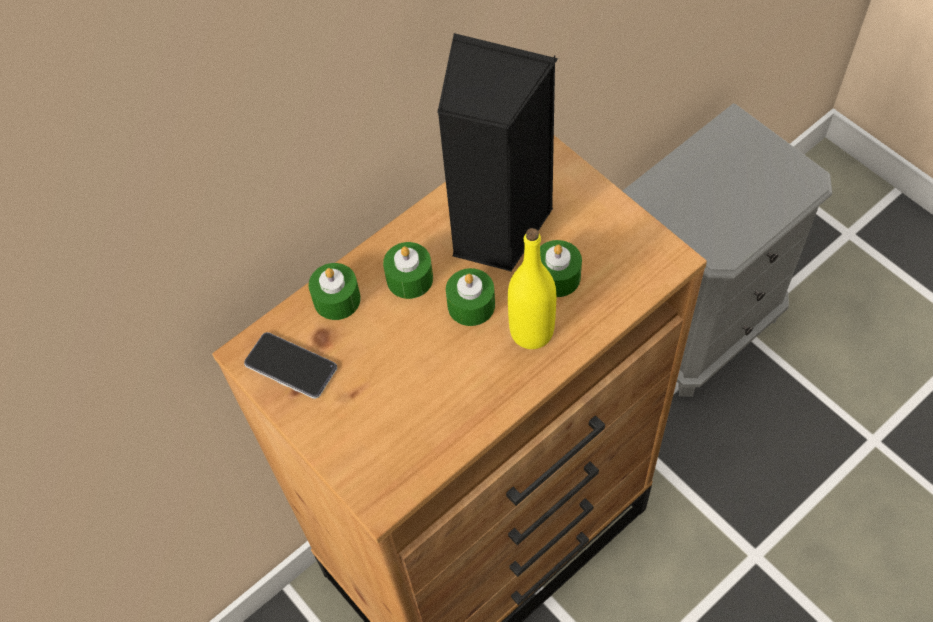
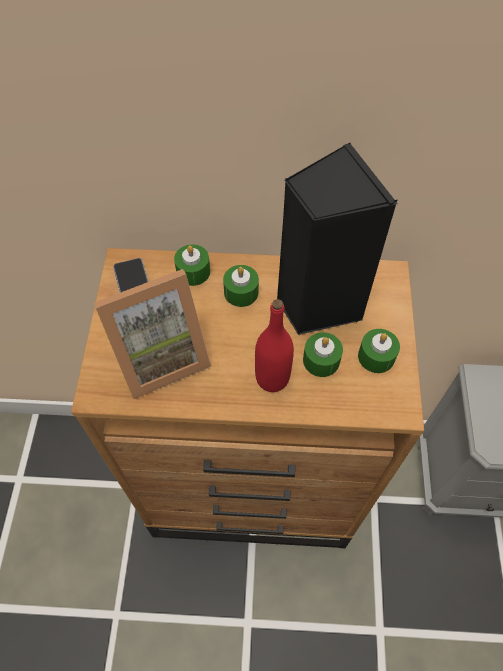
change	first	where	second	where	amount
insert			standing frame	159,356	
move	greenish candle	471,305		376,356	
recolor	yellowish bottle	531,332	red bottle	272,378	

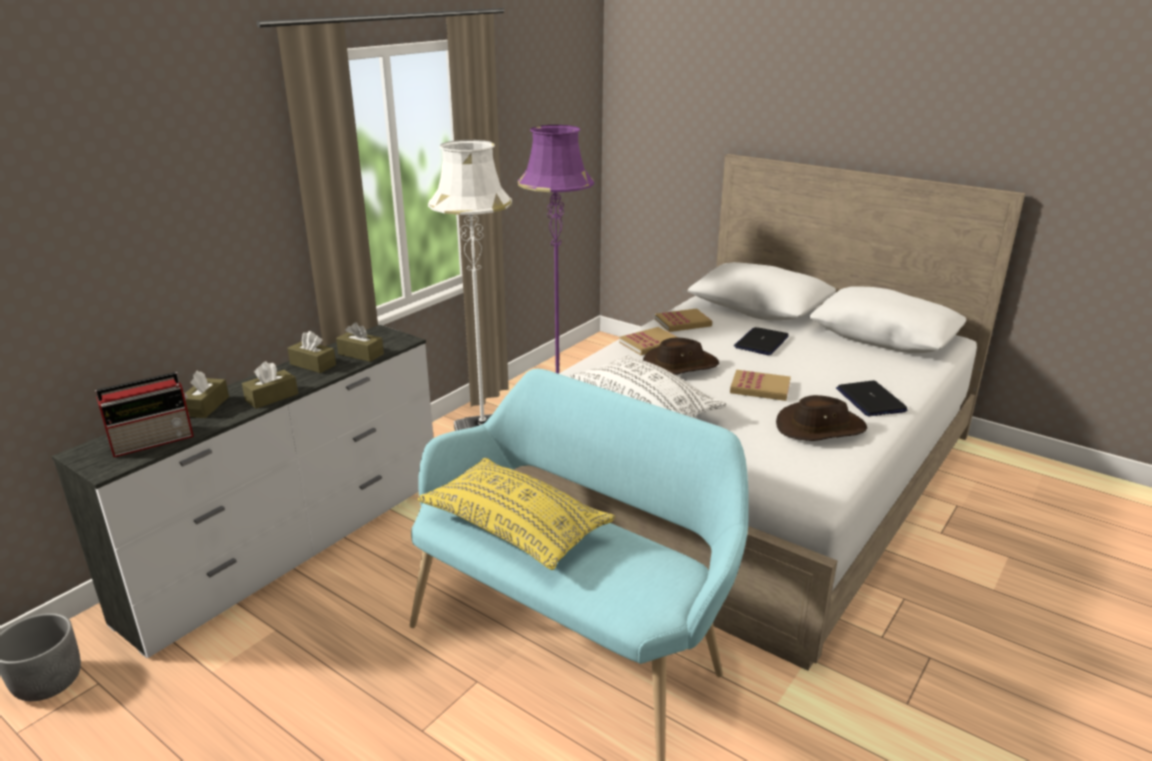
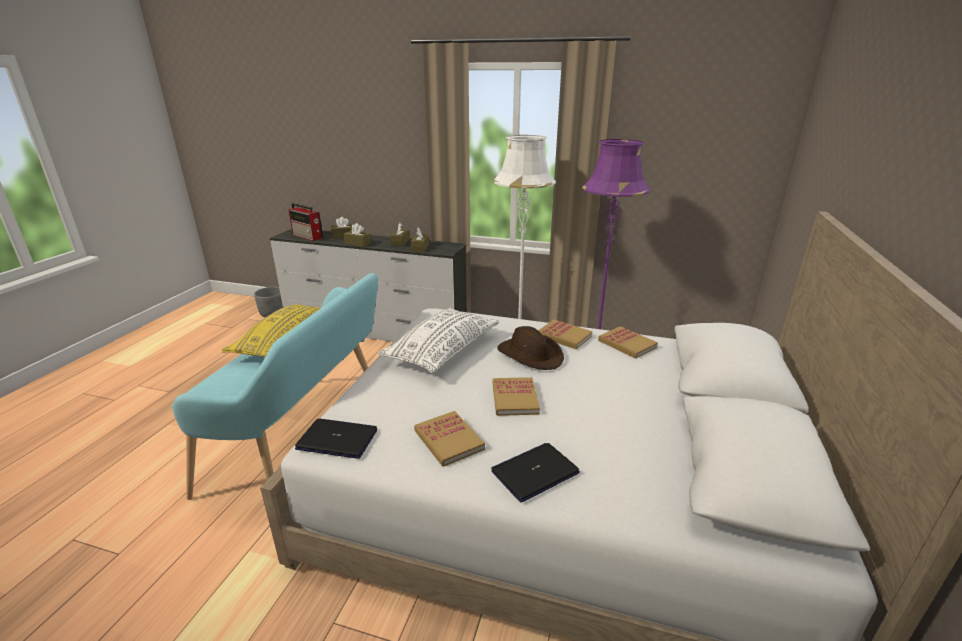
change	first	where	second	where	amount
move	laptop	761,342		338,439	
replace	brown wearable hat	820,428	bound book	448,440	

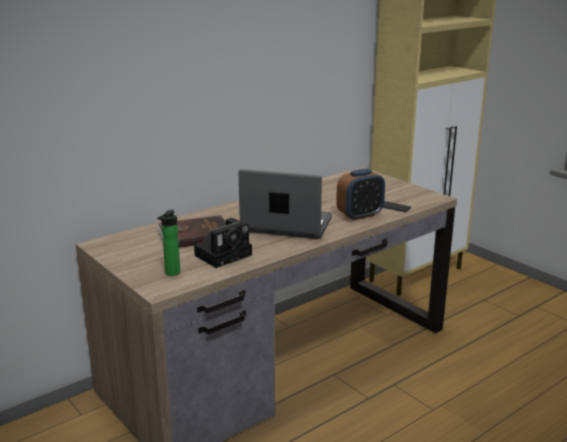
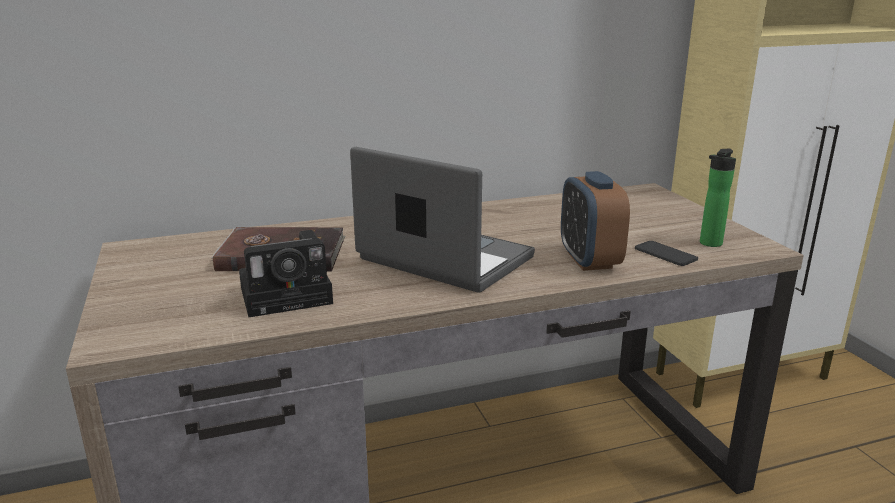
change	first	where	second	where	amount
move	bottle	171,273		709,244	
rotate	table clock	360,215		589,260	90 degrees clockwise

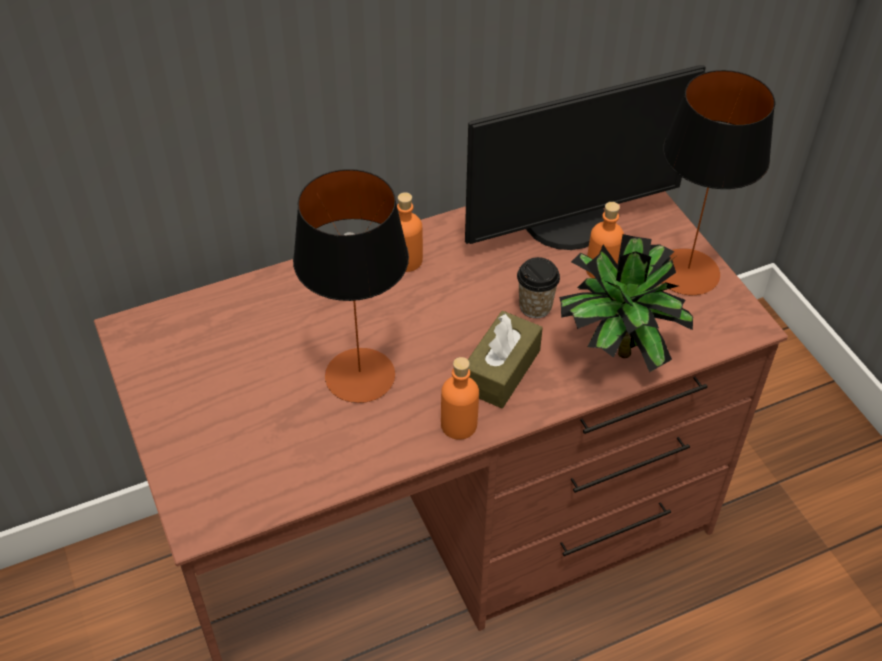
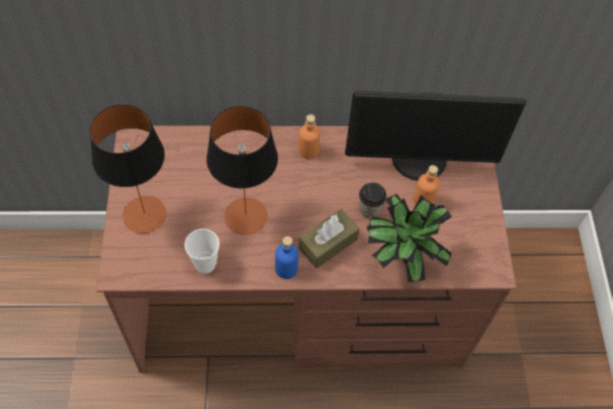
change	first	where	second	where	amount
insert			drinking cup	205,264	
move	lamp for a table	687,272		145,214	
recolor	orange bottle	459,425	blue-coloured bottle	286,269	

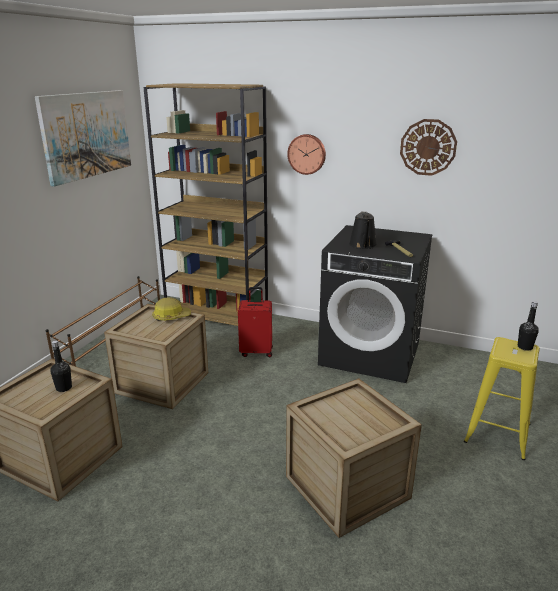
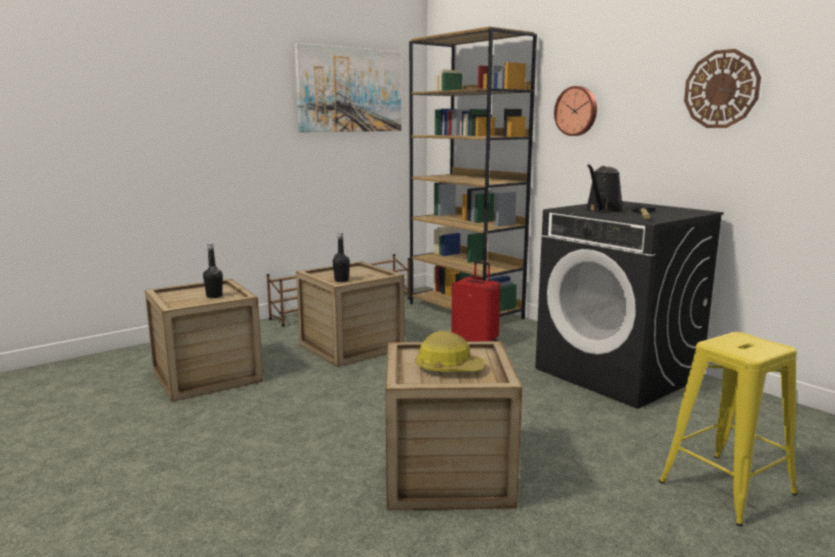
change	first	where	second	where	amount
move	work helmet	171,317		448,368	
move	blackish bottle	524,347		341,280	

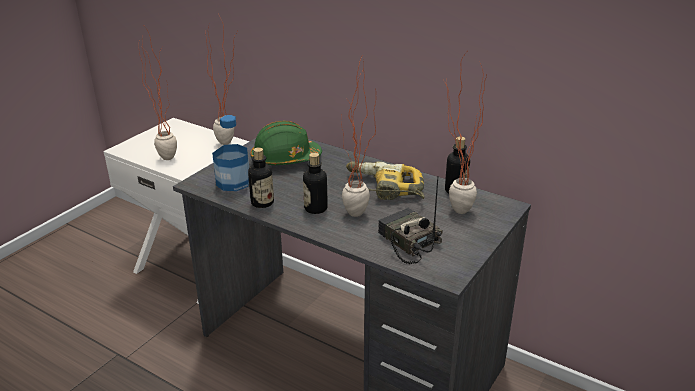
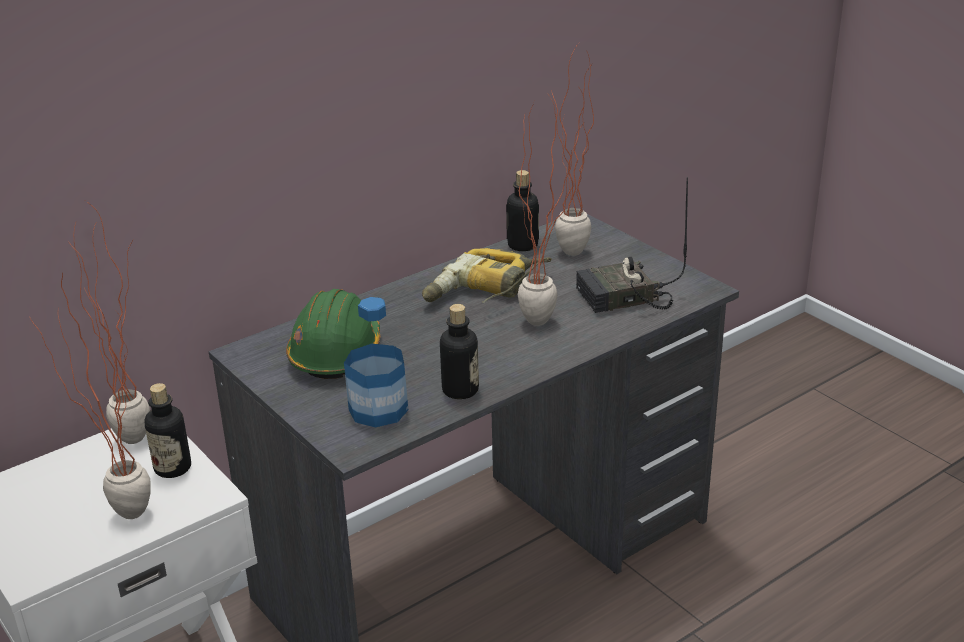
change	first	where	second	where	amount
move	bottle	315,208		172,468	

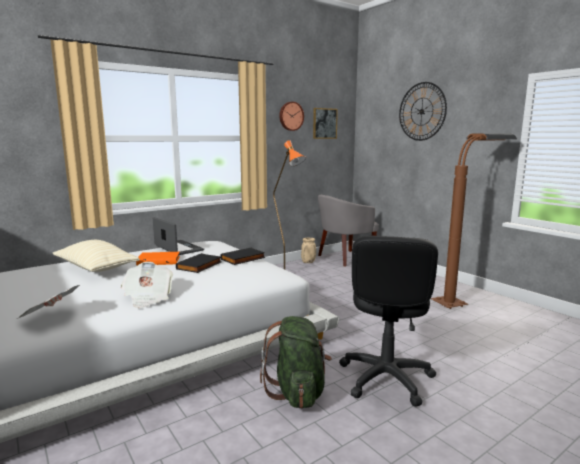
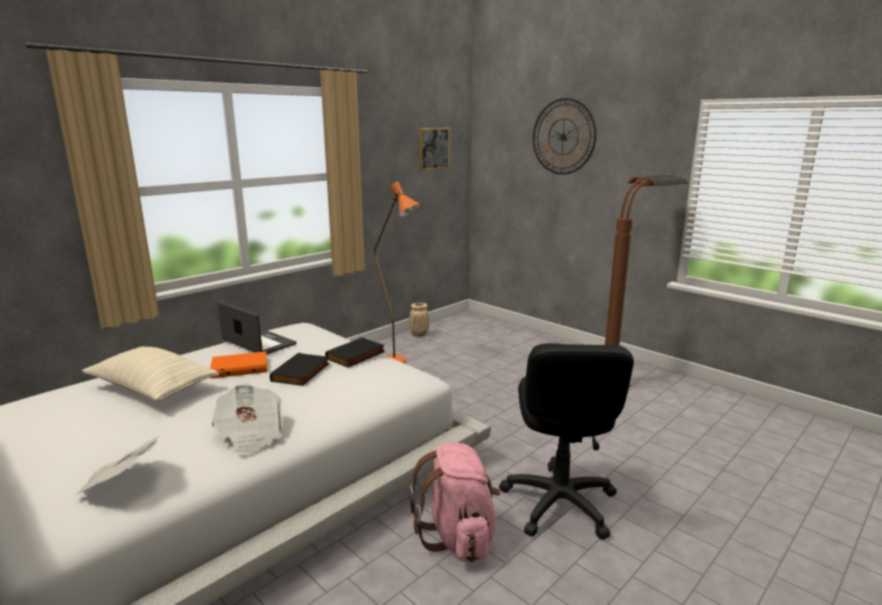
change	first	where	second	where	amount
delete	hanging clock	290,116			
delete	greyish armchair	344,258			
recolor	greenish backpack	297,392	pink-coloured backpack	458,536	

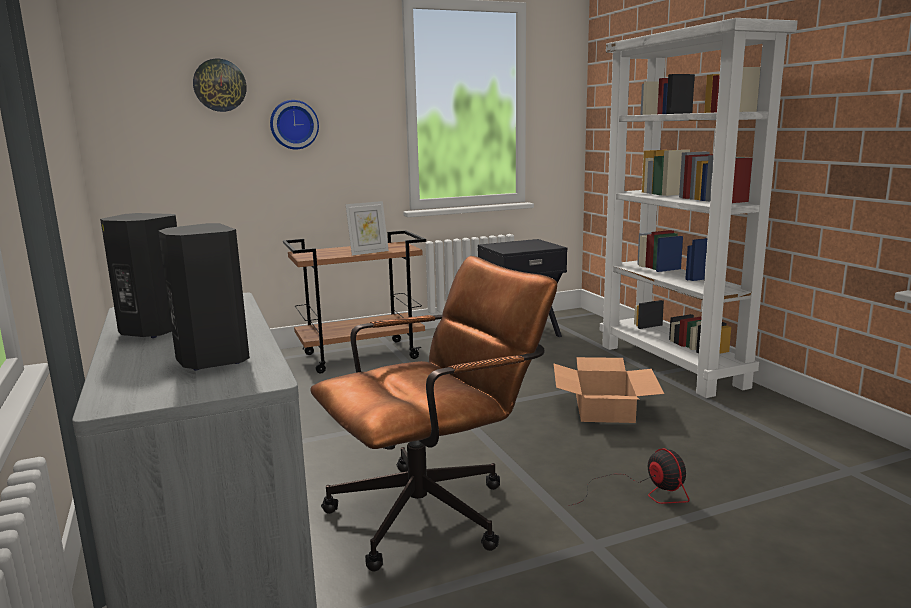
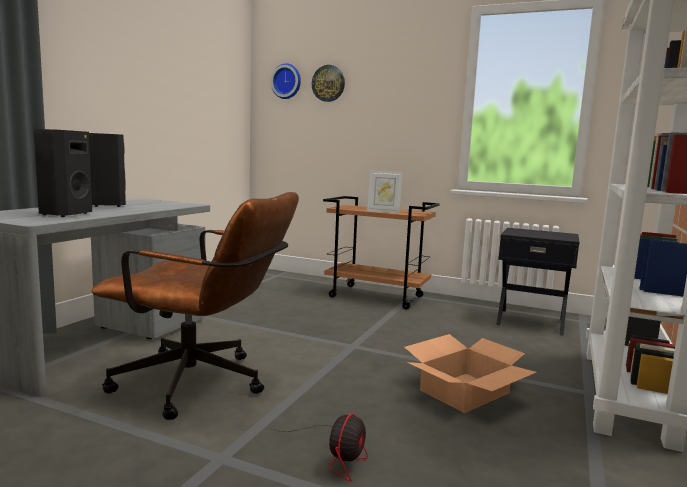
change	first	where	second	where	amount
move	hanging clock	294,124		287,81	

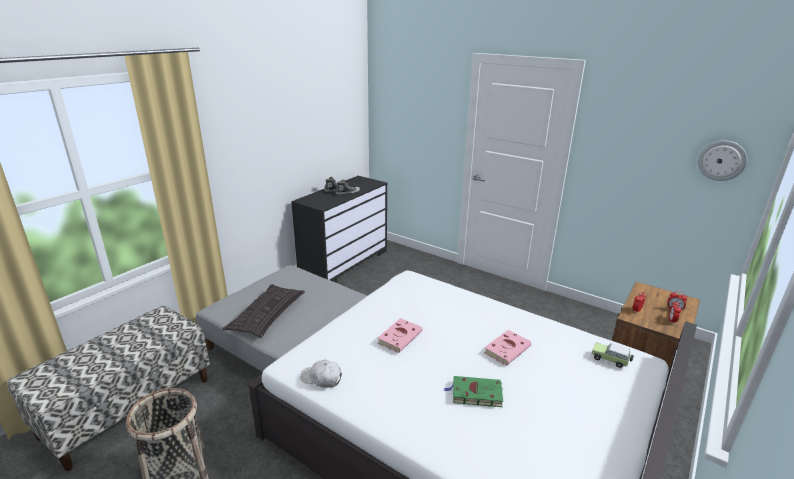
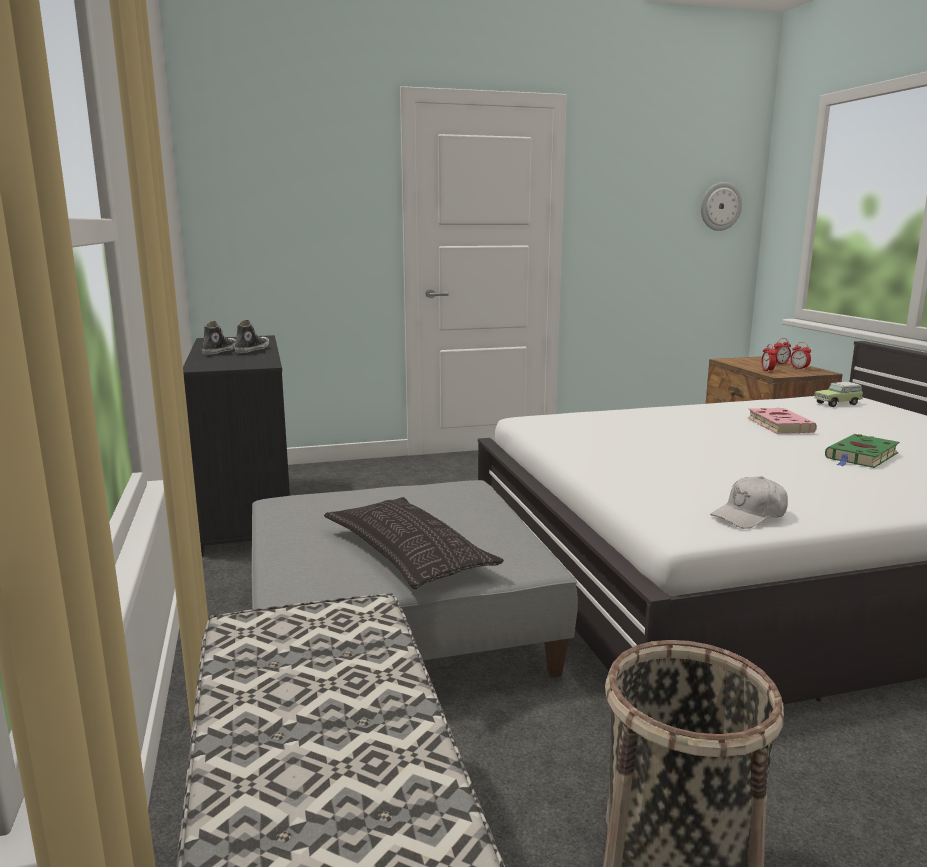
change	first	where	second	where	amount
delete	pink-coloured bound book	400,337			

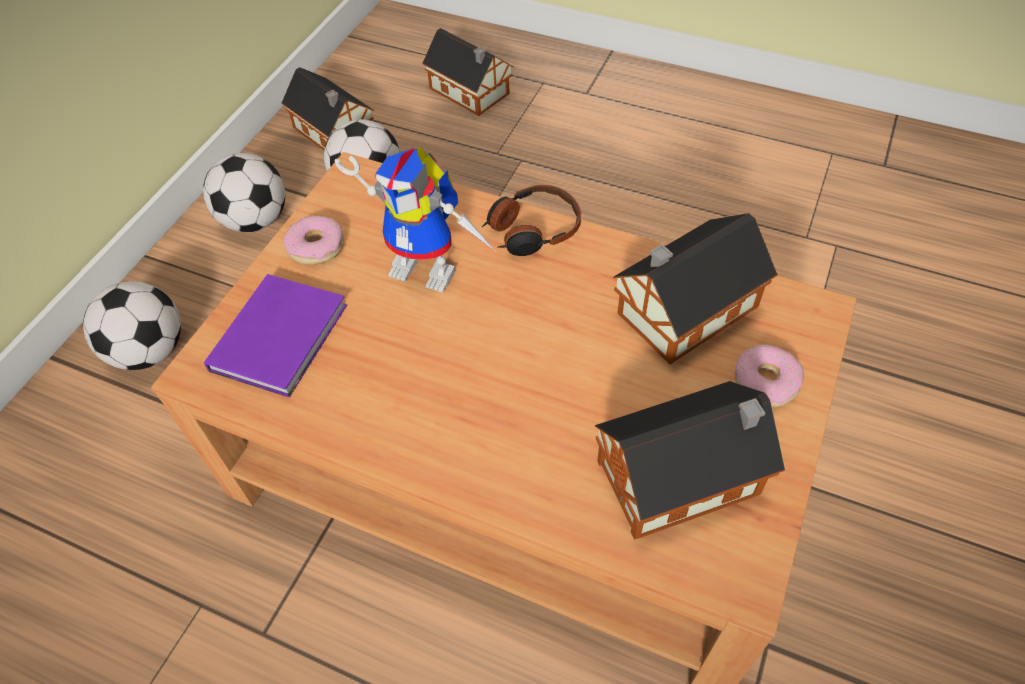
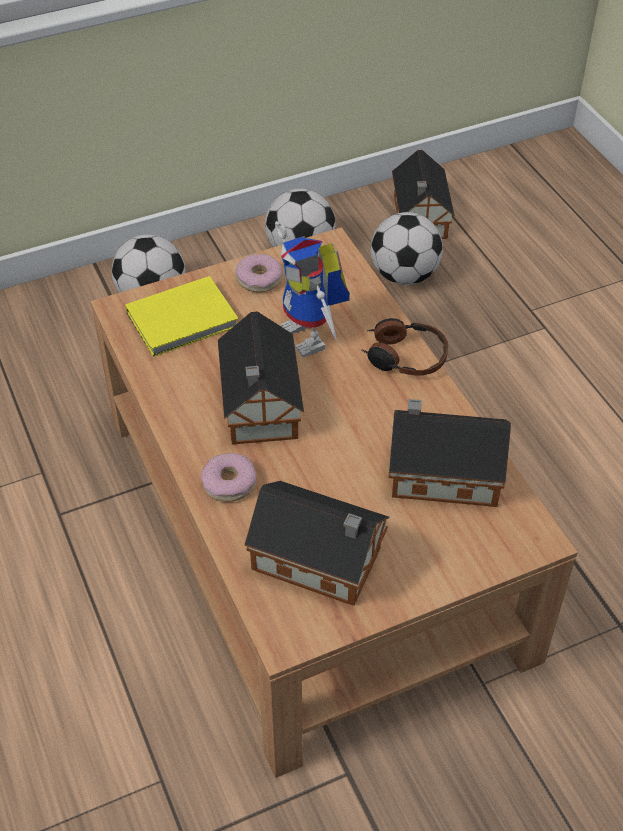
change	first	where	second	where	amount
move	miniature house	471,92		260,408	
move	doughnut	766,382		229,483	
recolor	purple bound book	283,335	yellowish bound book	185,319	

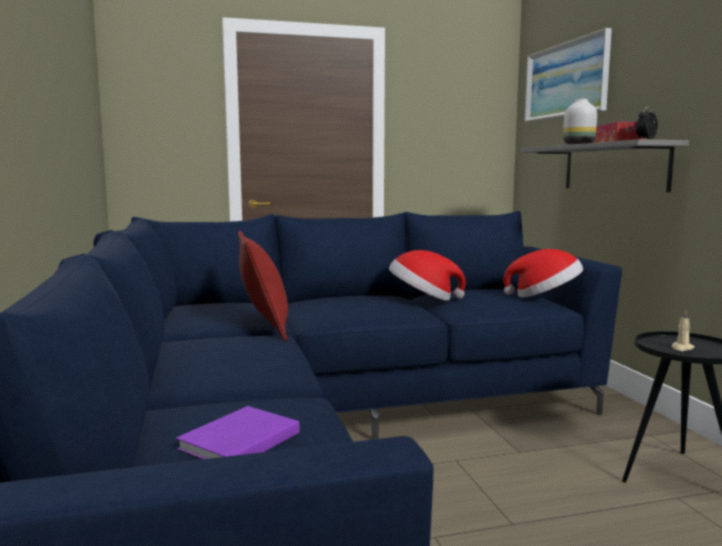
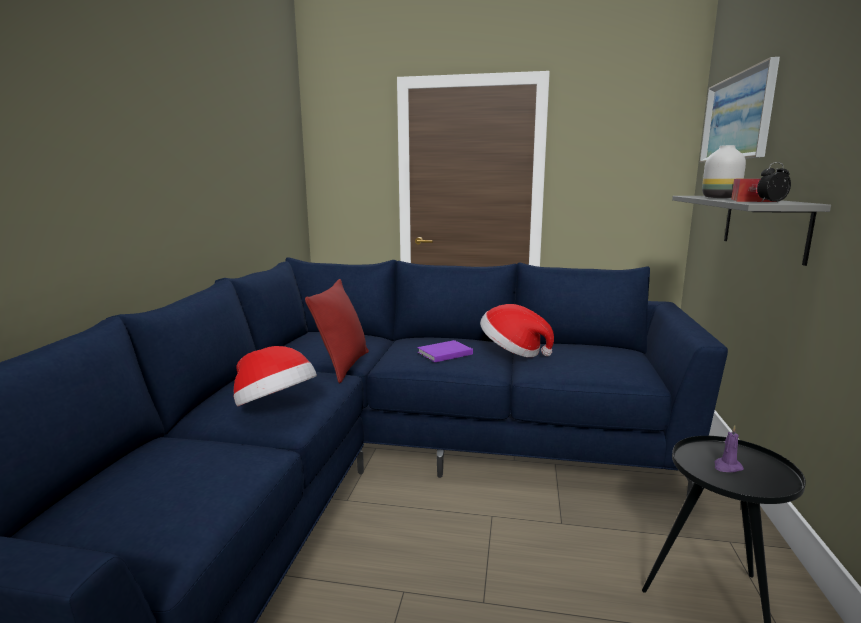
change	first	where	second	where	amount
move	purple bound book	236,441		443,353	
move	wearable hat	544,297		275,407	
recolor	beige candle	682,348	purple candle	727,467	

